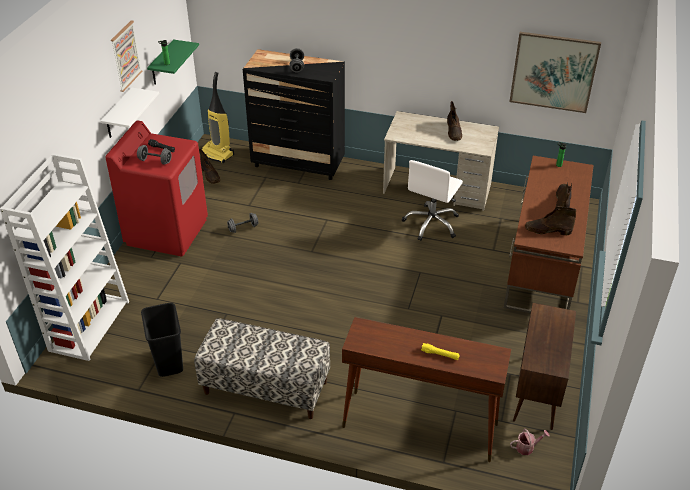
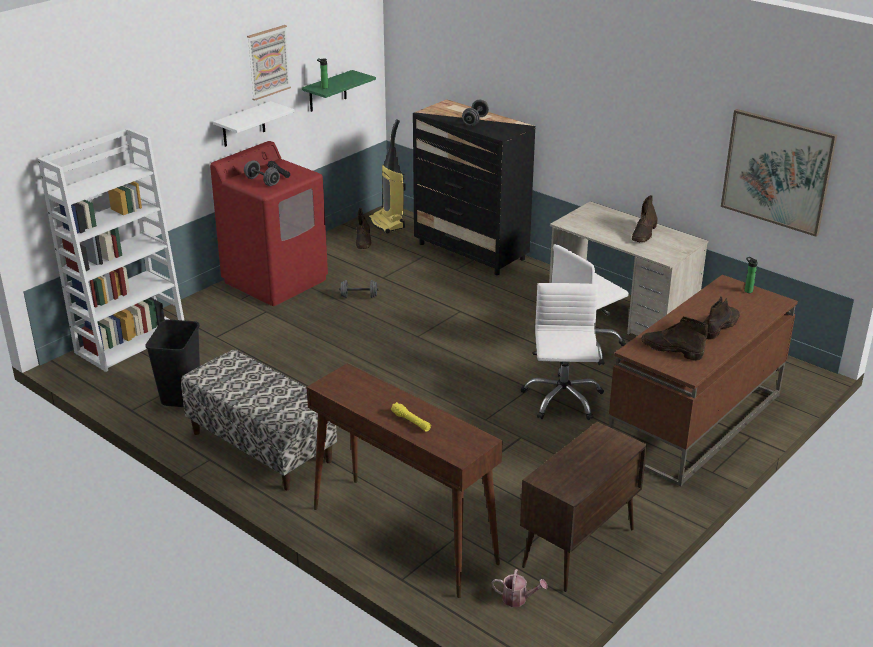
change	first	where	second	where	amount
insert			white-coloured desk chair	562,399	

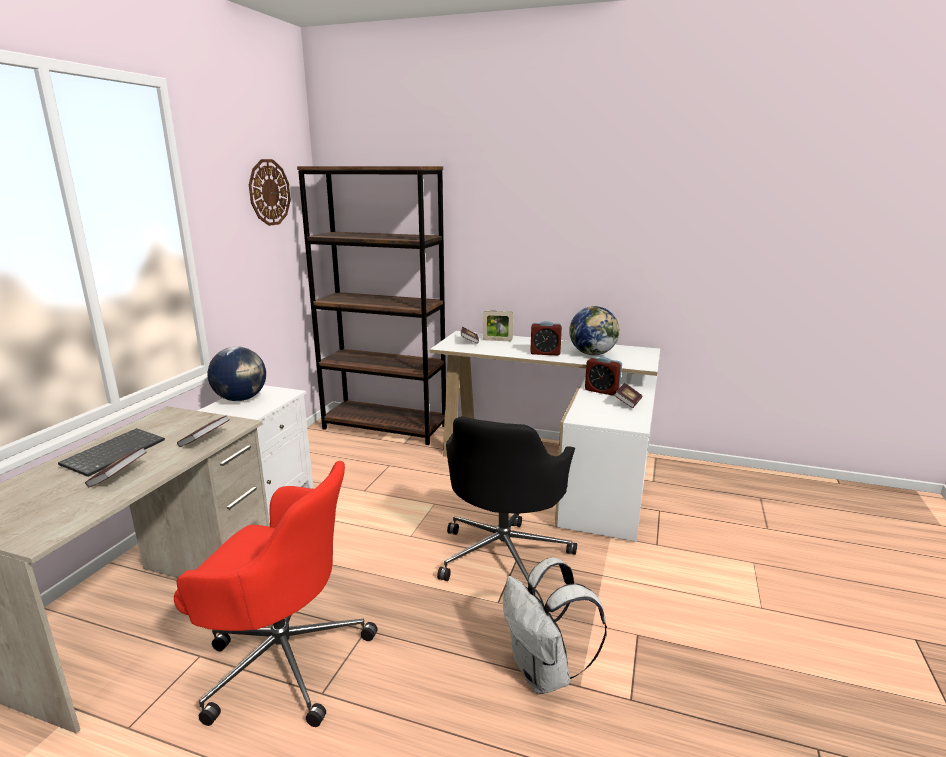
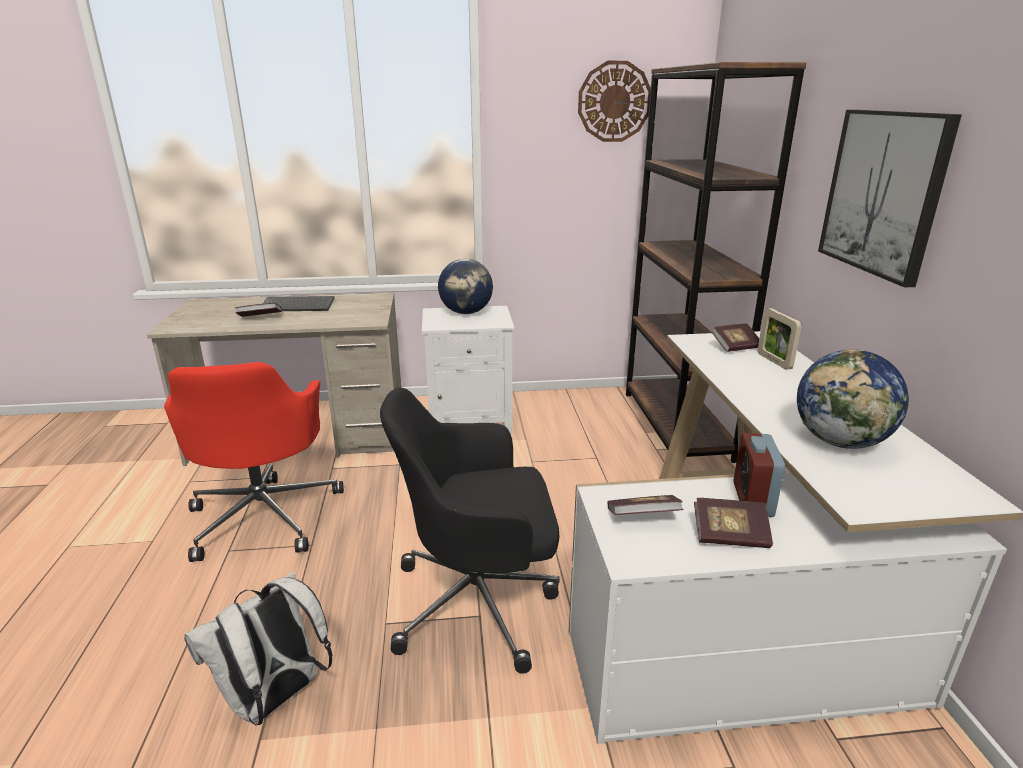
change	first	where	second	where	amount
delete	table clock	545,353			
insert			wall art	884,193	
move	bound book	205,440		642,517	

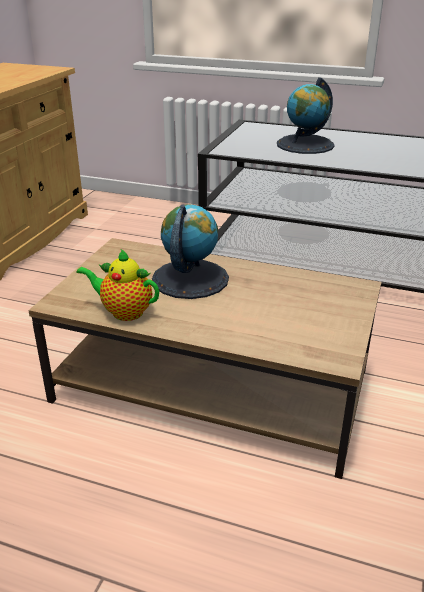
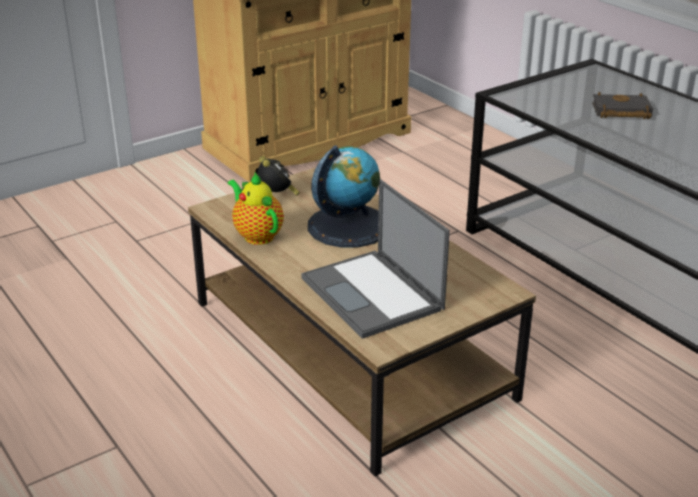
change	first	where	second	where	amount
insert			table clock	277,196	
insert			laptop	373,294	
replace	globe	305,145	blackish bound book	620,112	

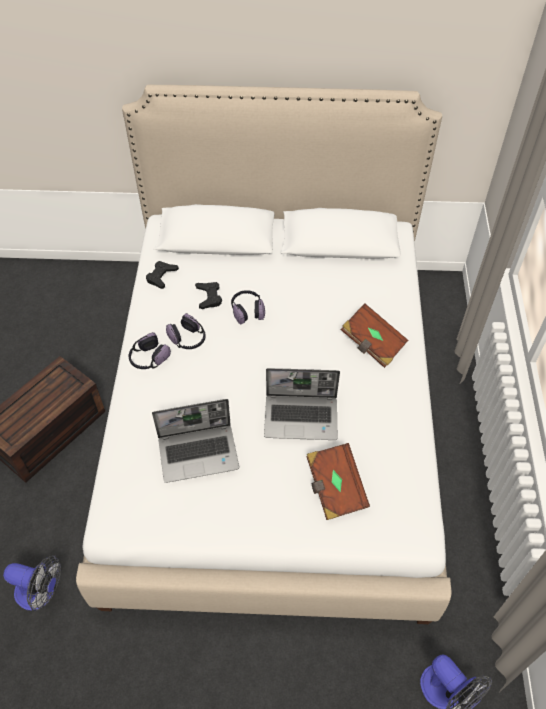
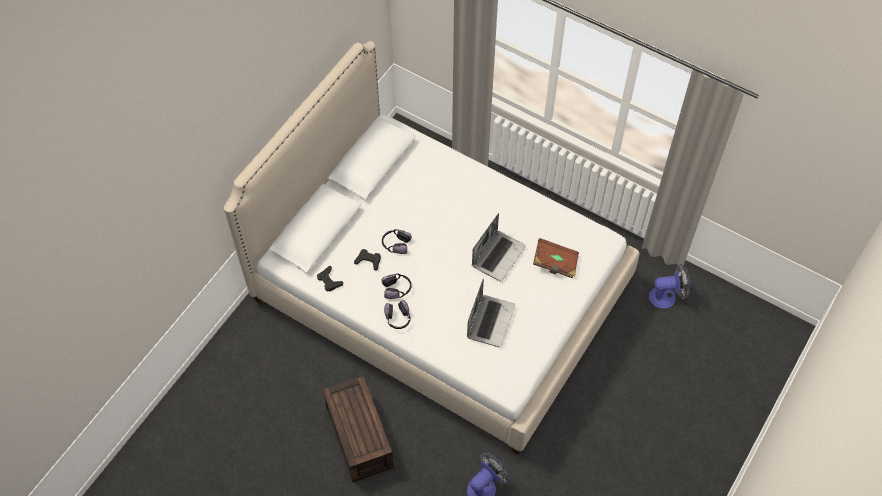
change	first	where	second	where	amount
delete	brown bound book	372,343			

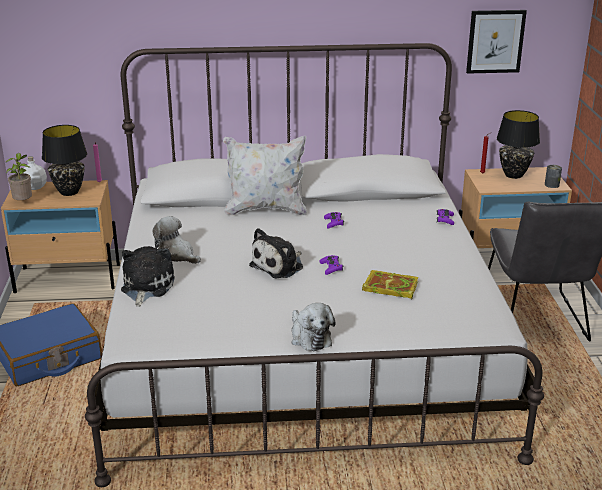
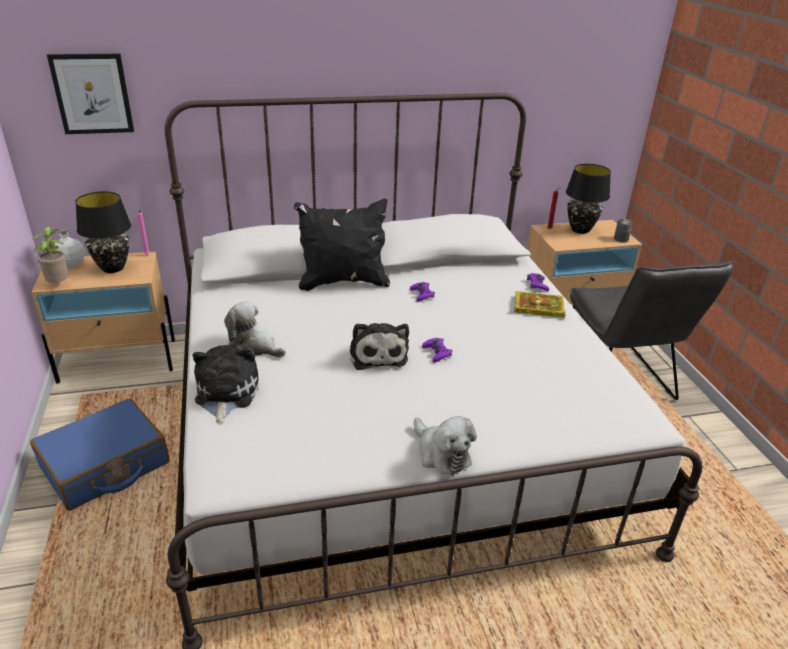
change	first	where	second	where	amount
move	bound book	389,287		537,307	
move	wall art	495,41		92,94	
recolor	white-coloured pillow	265,210	blackish pillow	343,282	
rotate	soft toy	279,266		377,354	45 degrees counterclockwise

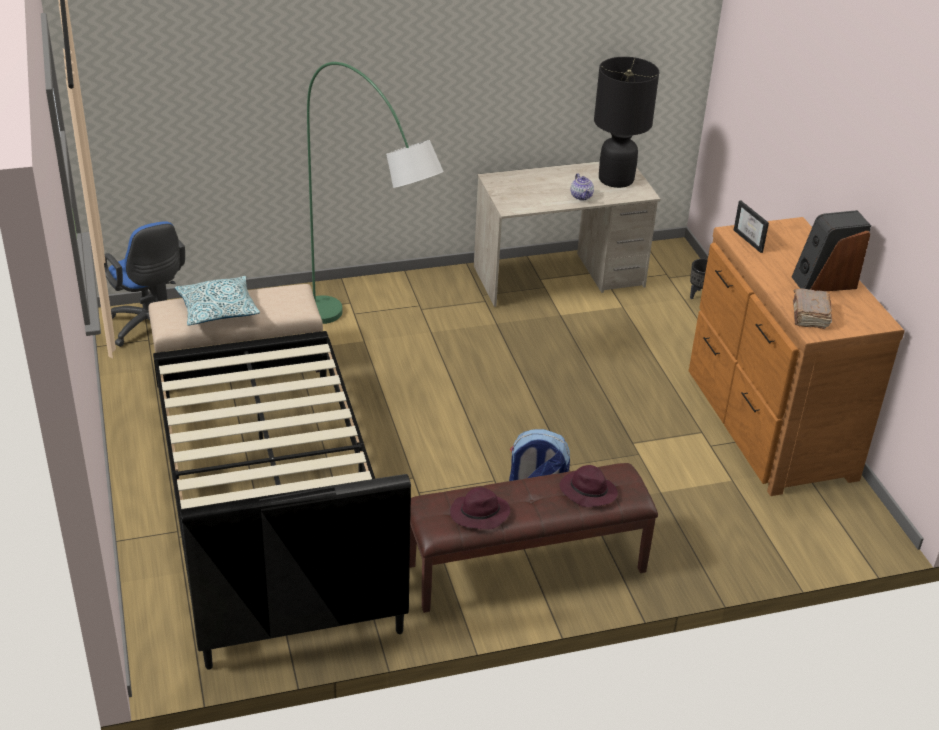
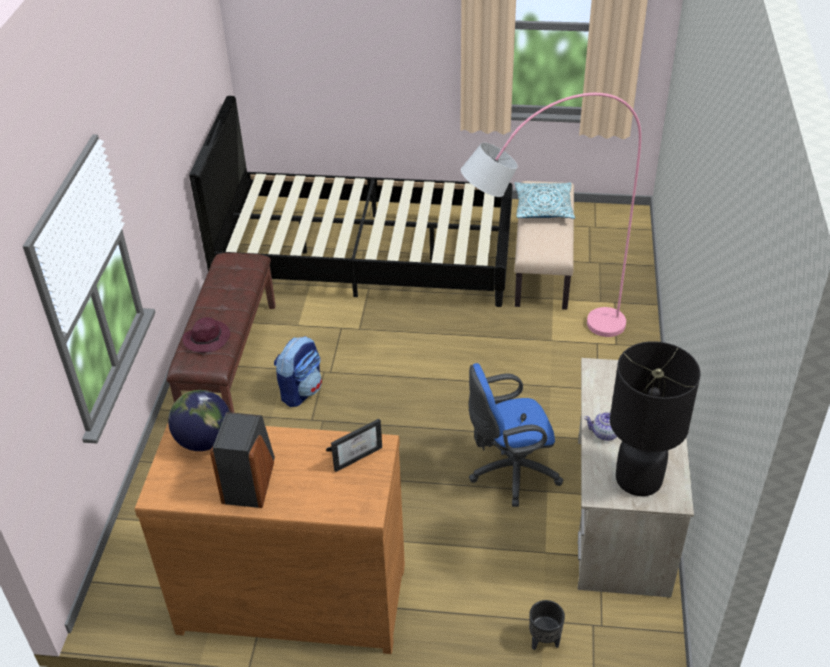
change	first	where	second	where	amount
delete	purple wearable hat	478,514			
move	blue-coloured desk chair	151,329		509,472	
replace	brown bound book	809,316	globe	204,440	
recolor	greenish standing lamp	370,348	pink-coloured standing lamp	539,341	
rotate	standing frame	752,240		356,455	150 degrees clockwise

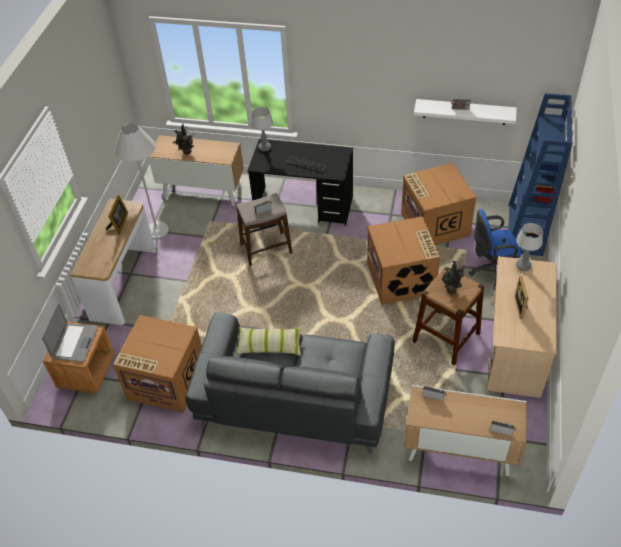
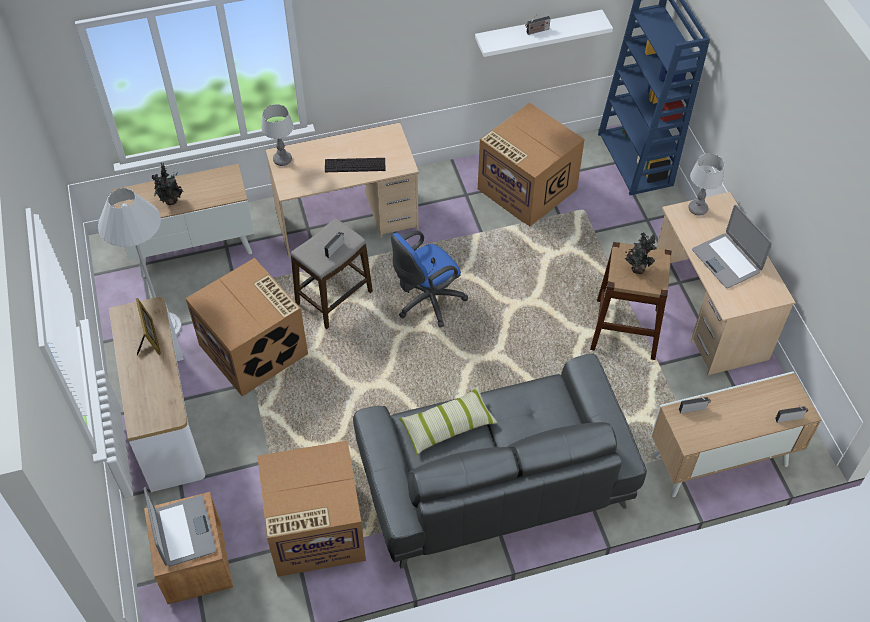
change	first	where	second	where	amount
move	carton	402,279		255,350	
move	blue-coloured desk chair	492,271		426,302	
replace	standing frame	522,307	laptop	726,261	
recolor	blackish desk unit	304,205	beige desk unit	347,221	

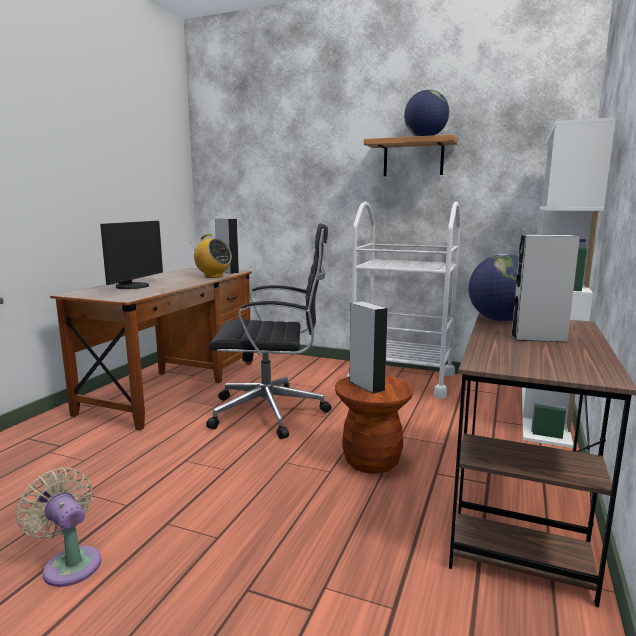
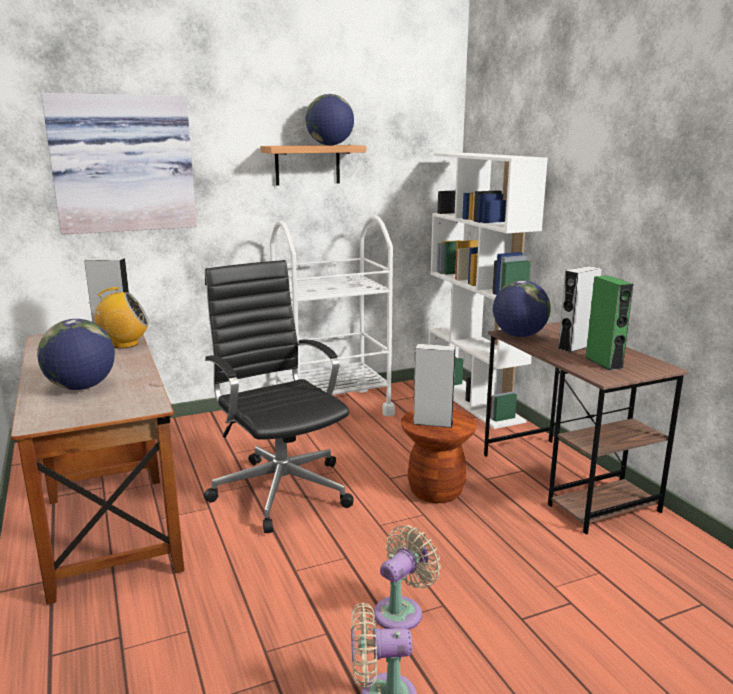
change	first	where	second	where	amount
insert			wall art	123,164	
insert			beige cooling fan	401,611	
insert			greenish loudspeaker	603,362	
replace	monitor	134,286	globe	81,387	
rotate	blackish desk chair	272,412		280,488	75 degrees counterclockwise

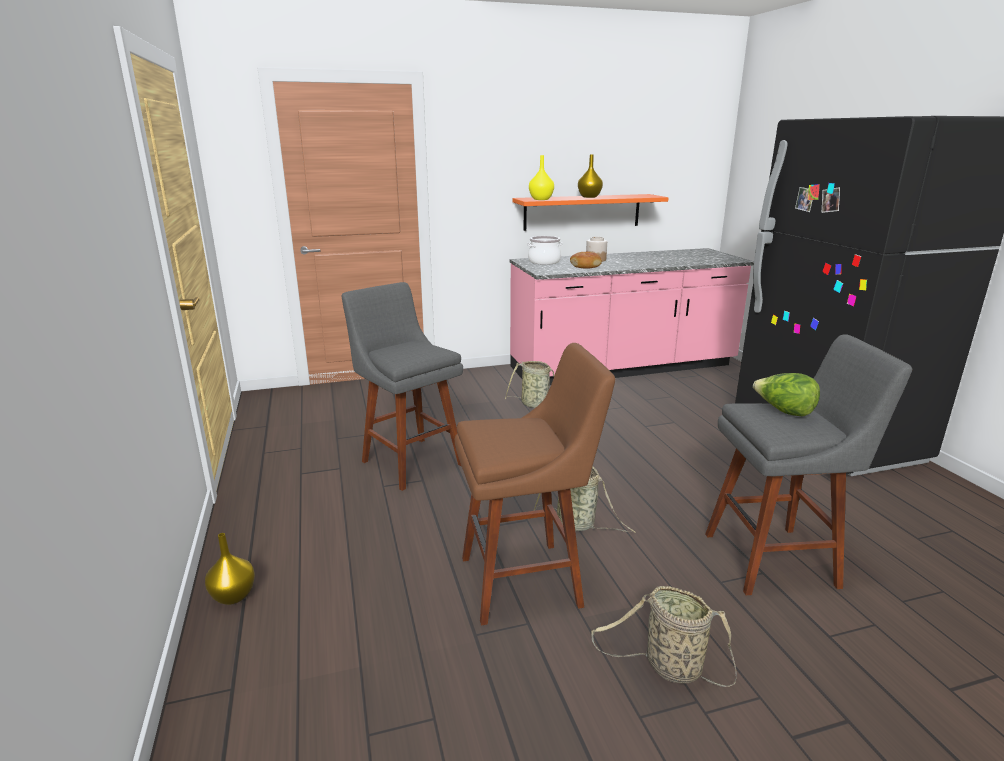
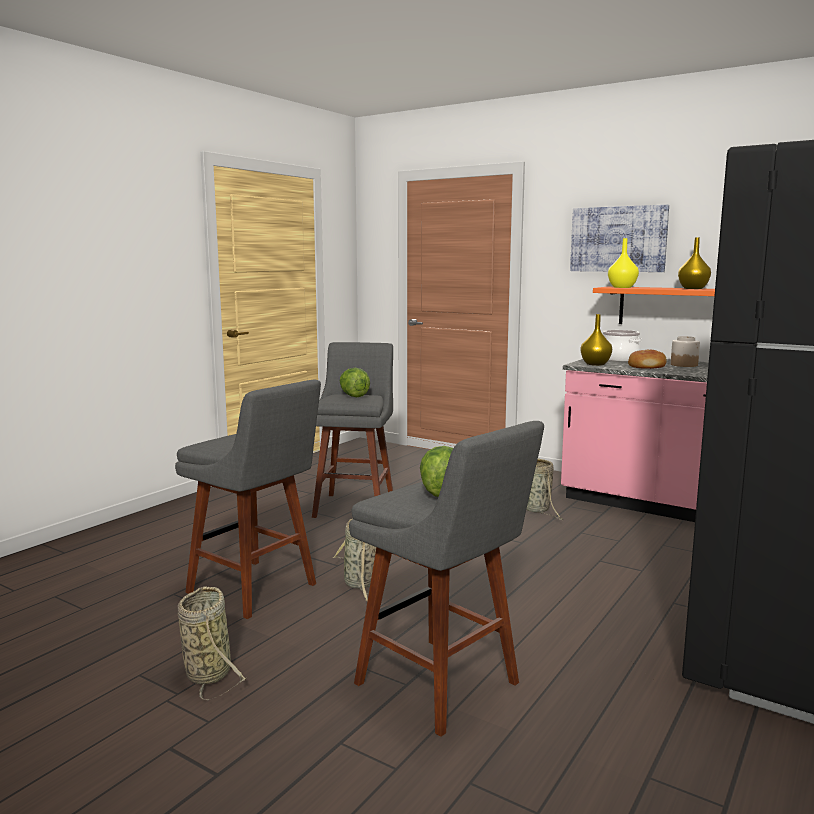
change	first	where	second	where	amount
insert			head of lettuce	353,396	
insert			wall art	618,239	
move	yellowish decorative vase	234,596		596,364	
recolor	brown sitting stool	527,580	greyish sitting stool	256,590	

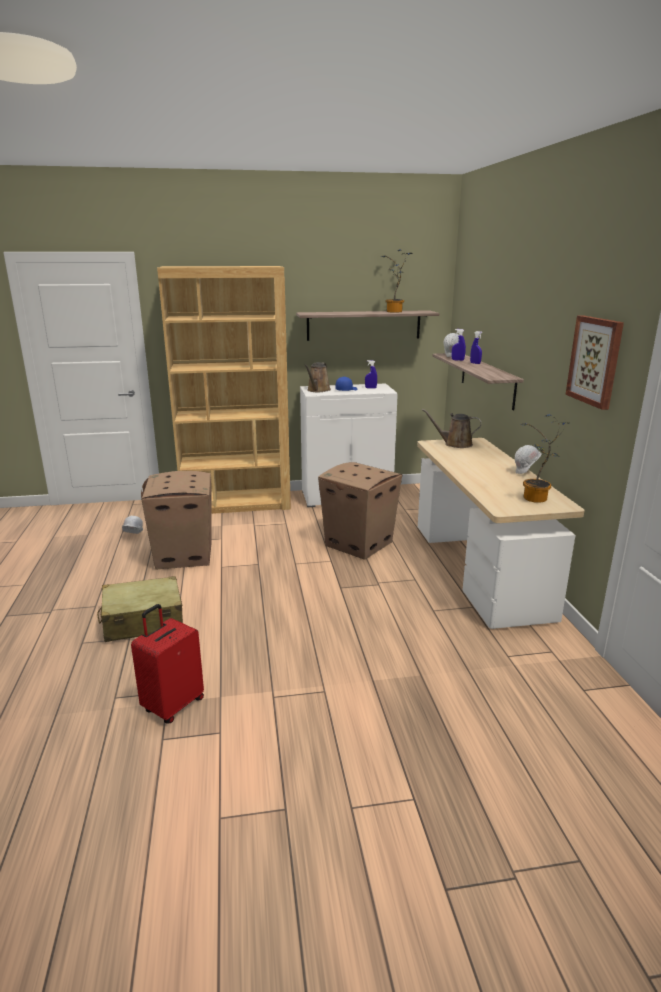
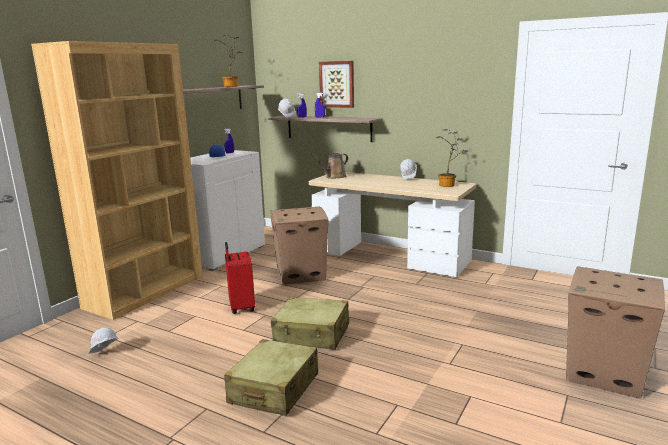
change	first	where	second	where	amount
delete	brown sprinkling can	317,390			
insert			beige suitcase	312,334	
move	red suitcase	173,705		241,307	
move	carton	184,556		605,373	
move	wall art	595,361		337,84	

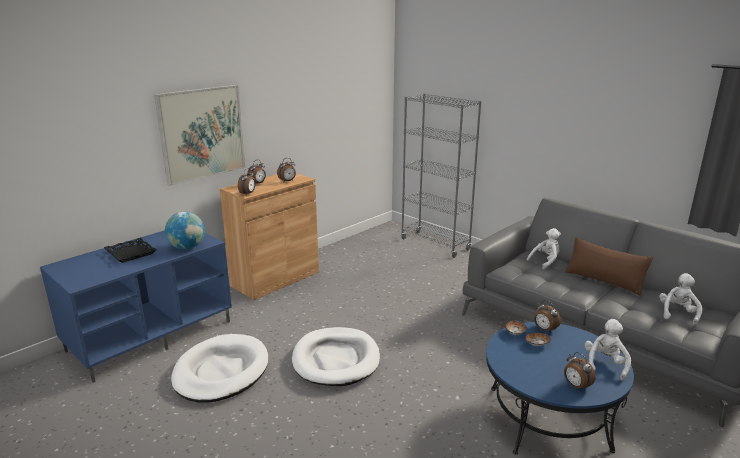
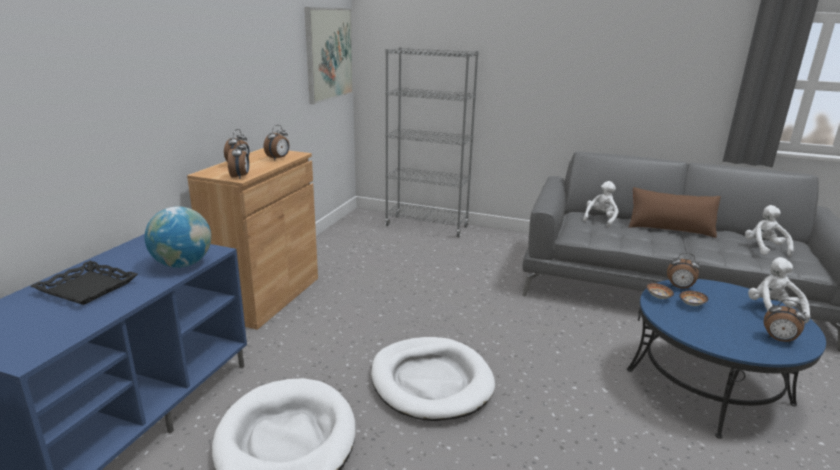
change	first	where	second	where	amount
move	wall art	202,133		329,54	

